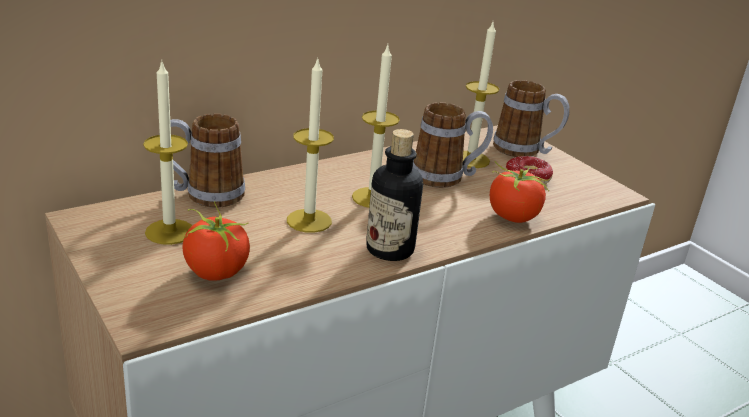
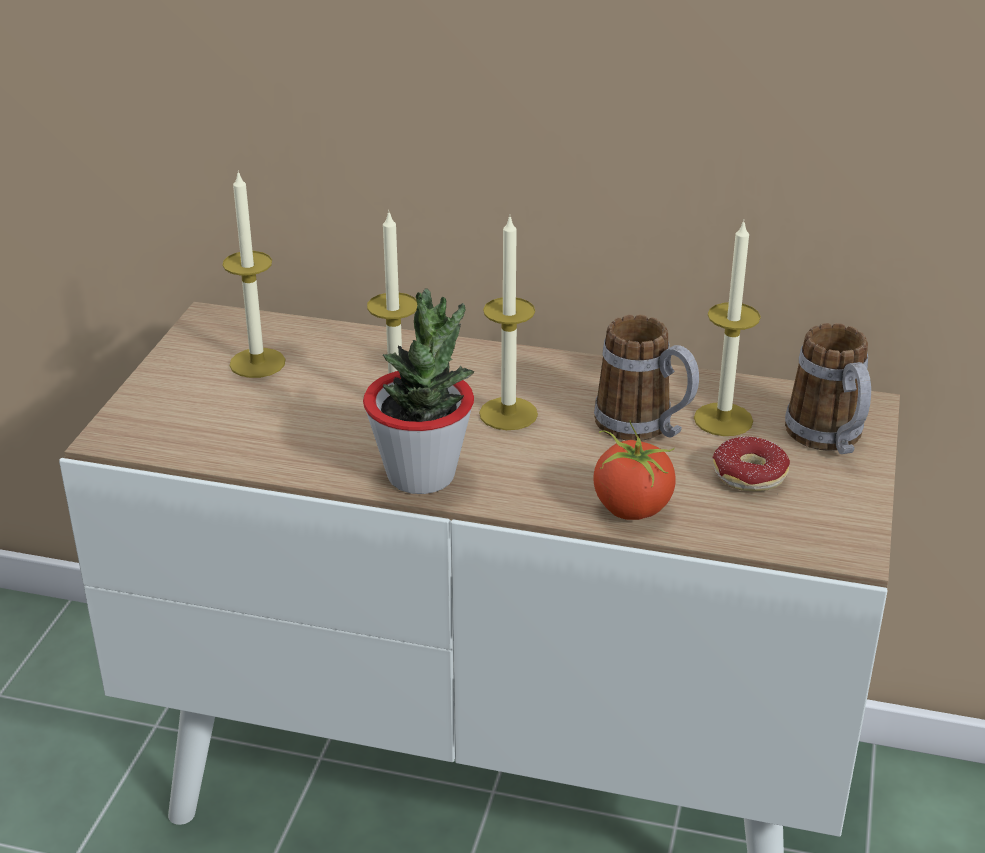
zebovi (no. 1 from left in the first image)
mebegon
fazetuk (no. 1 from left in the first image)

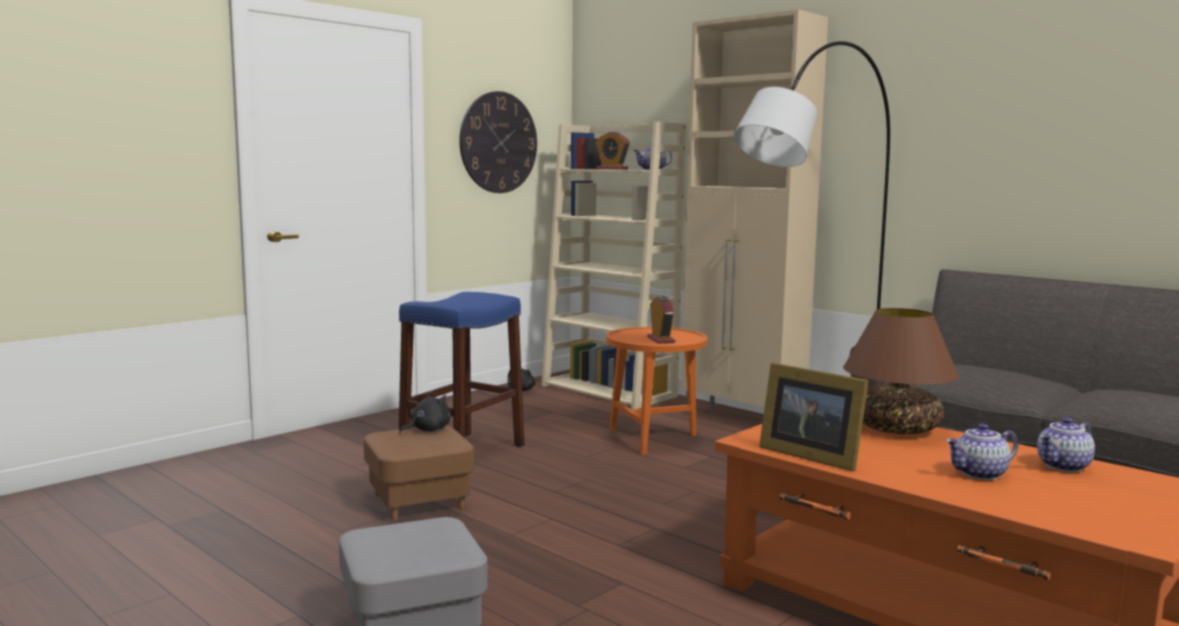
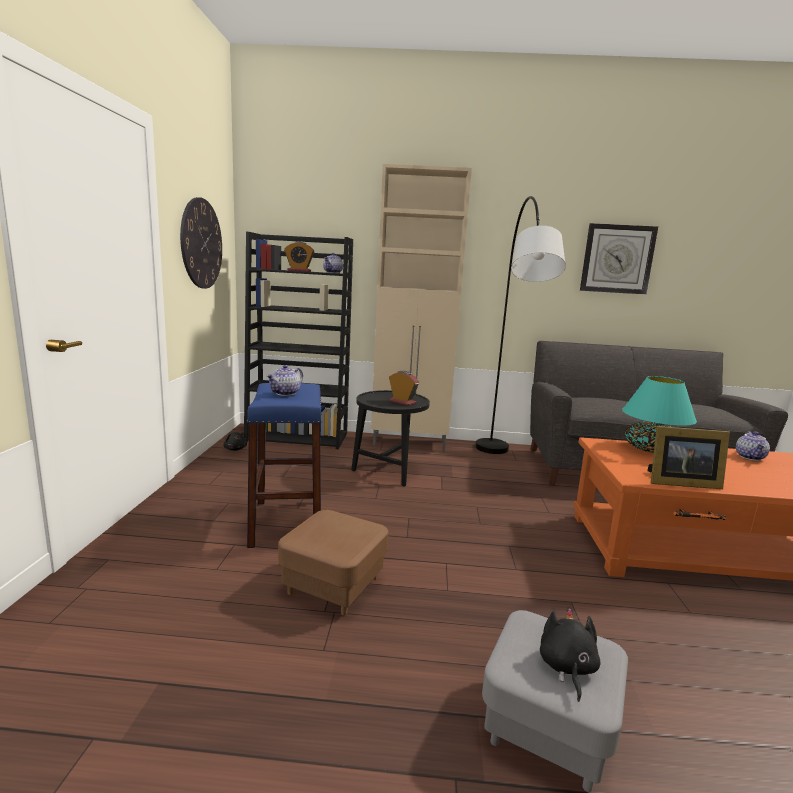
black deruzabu
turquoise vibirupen
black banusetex
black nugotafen (no. 2 from left)
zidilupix (no. 1 from left)
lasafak (no. 2 from left)

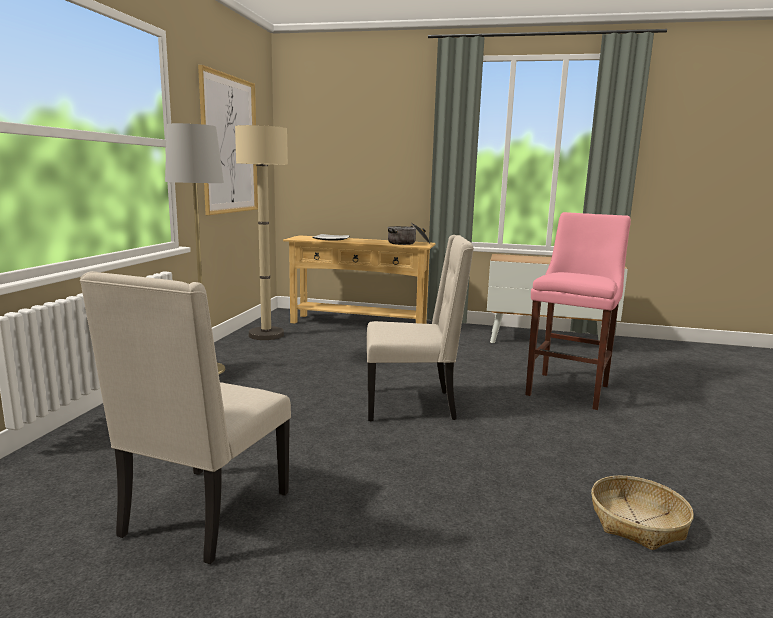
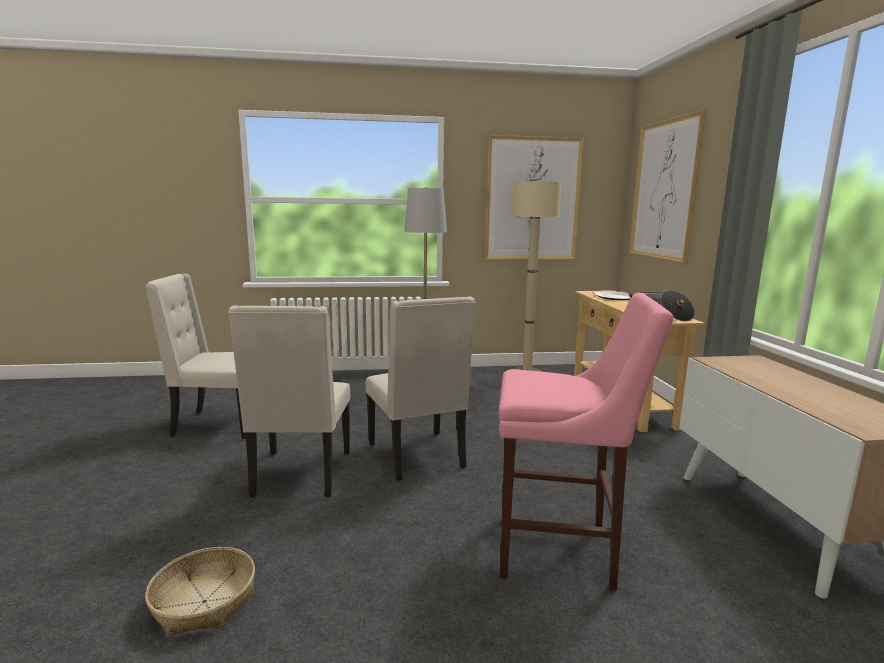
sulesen (no. 2 from left)
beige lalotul (no. 2 from left)

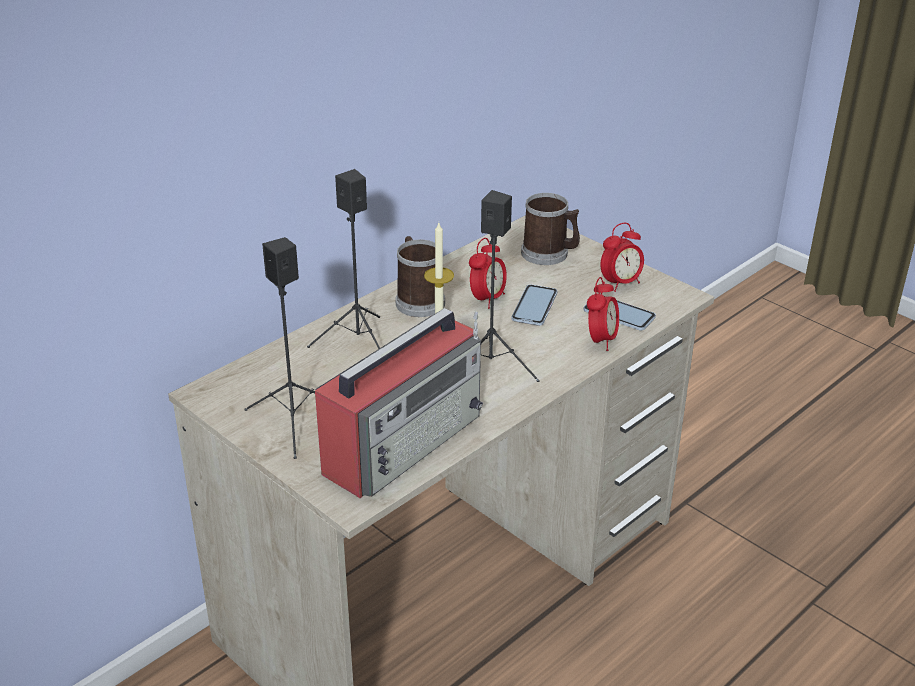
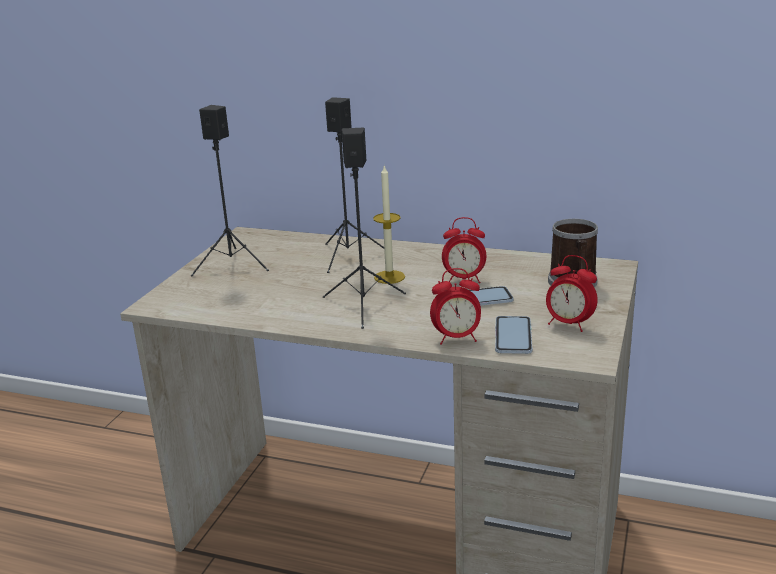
zebovi (no. 1 from left in the first image)
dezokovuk

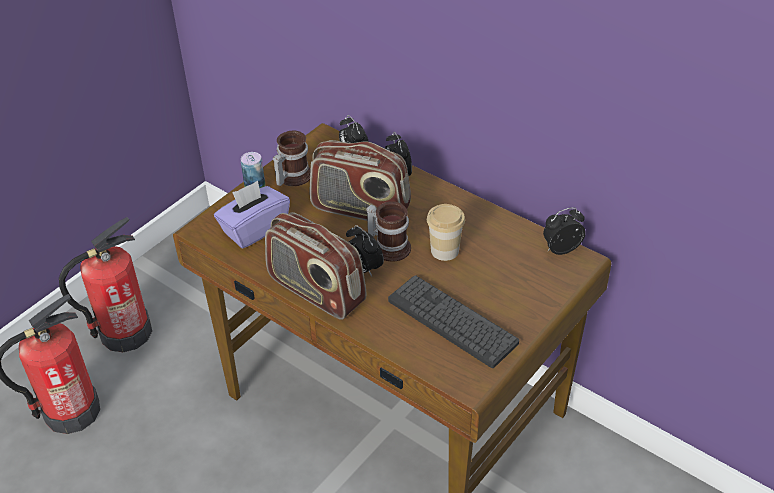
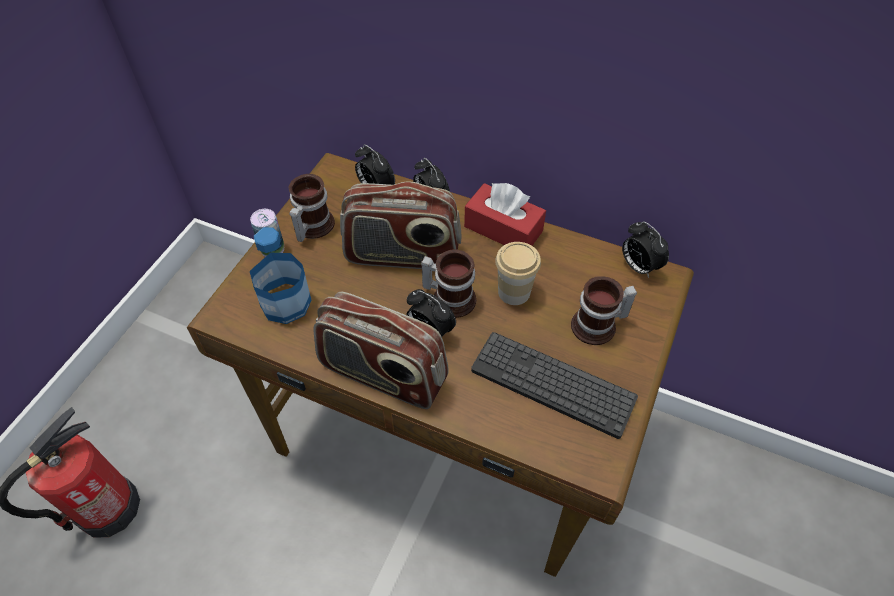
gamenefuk
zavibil (no. 4 from left)
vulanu (no. 2 from left in the first image)
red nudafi
zebovi (no. 3 from left)

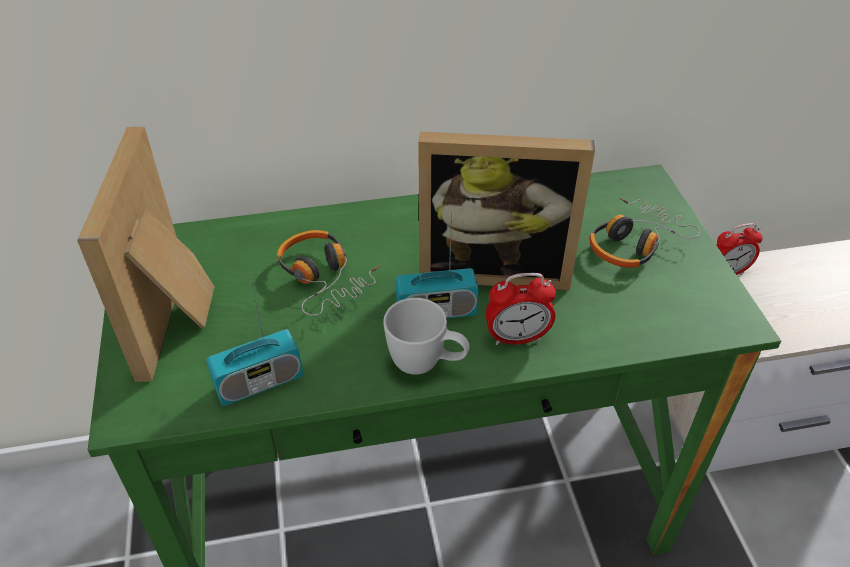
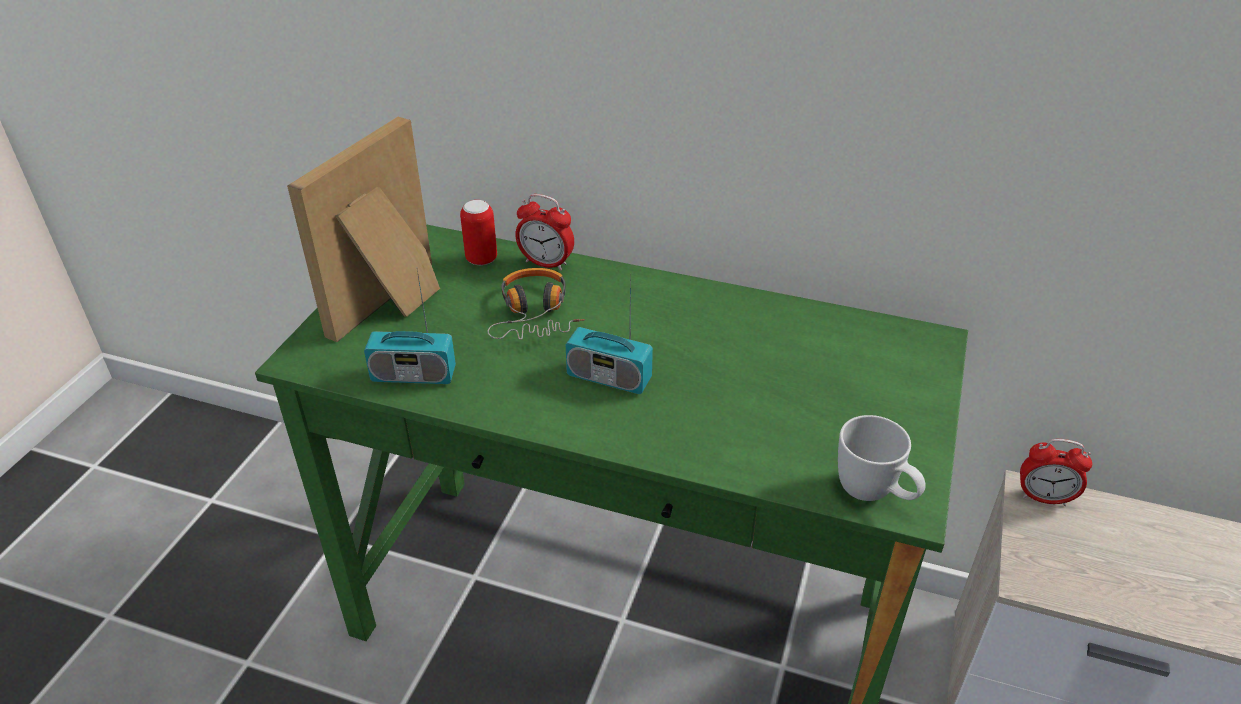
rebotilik (no. 2 from left in the first image)
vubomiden (no. 2 from left in the first image)
zavibil (no. 1 from left)
white zebovi
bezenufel

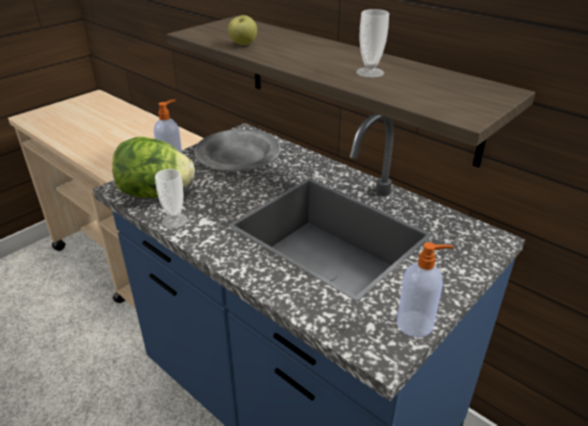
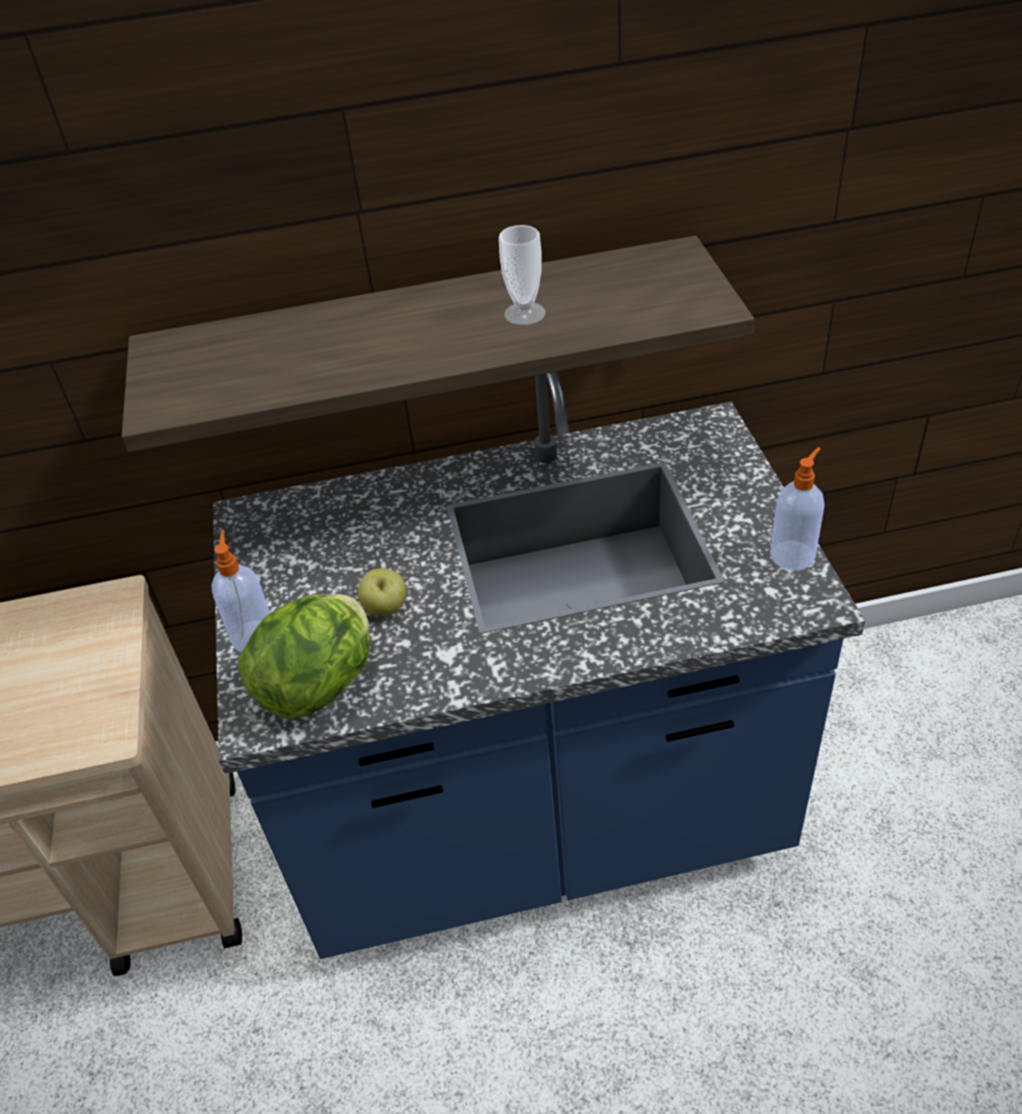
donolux
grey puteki
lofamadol (no. 1 from left in the first image)

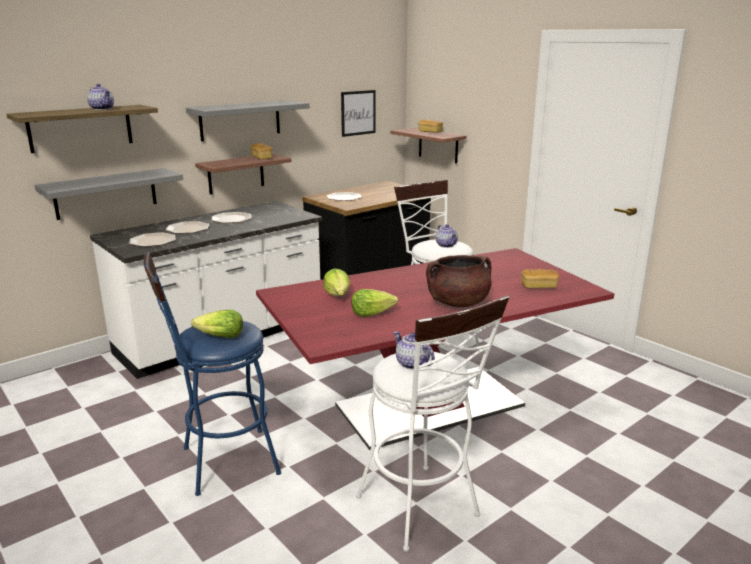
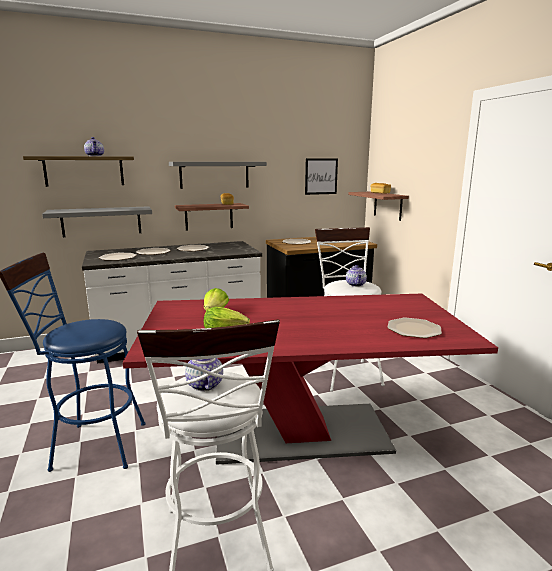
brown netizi
puteki (no. 5 from left)
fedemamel (no. 1 from left in the first image)

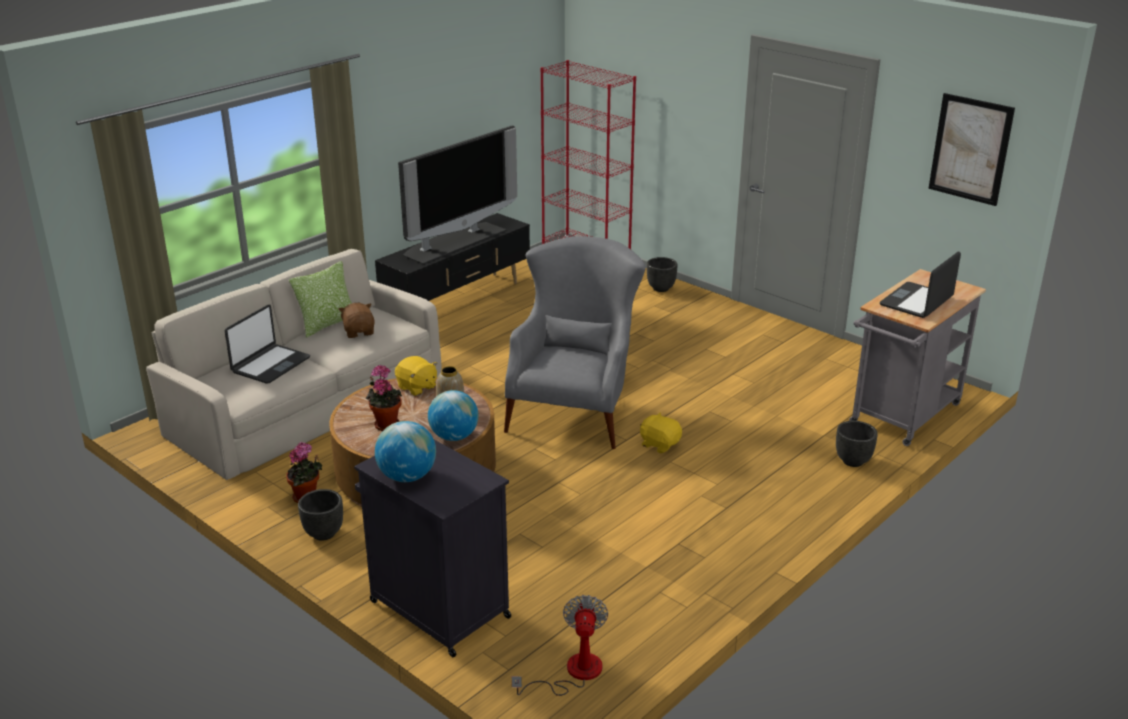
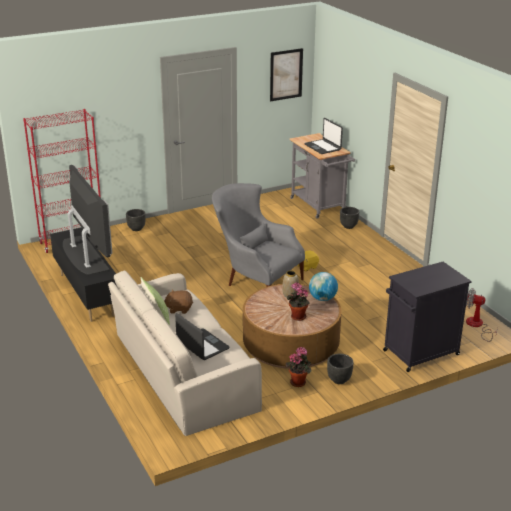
yellow nugotafen (no. 1 from left in the first image)
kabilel (no. 1 from left in the first image)

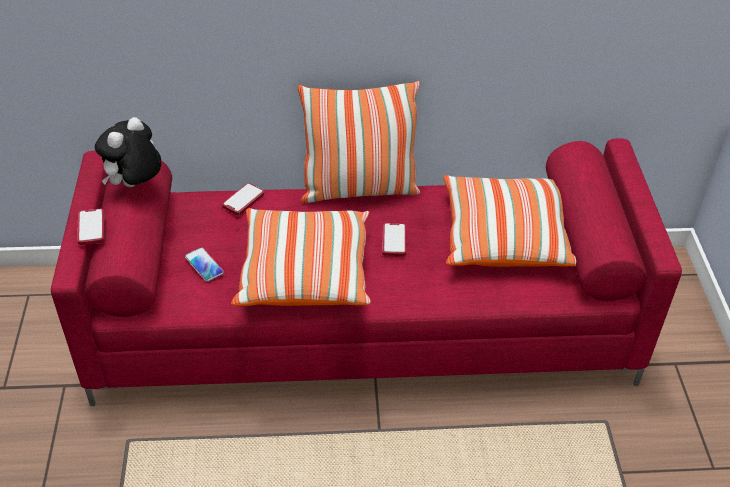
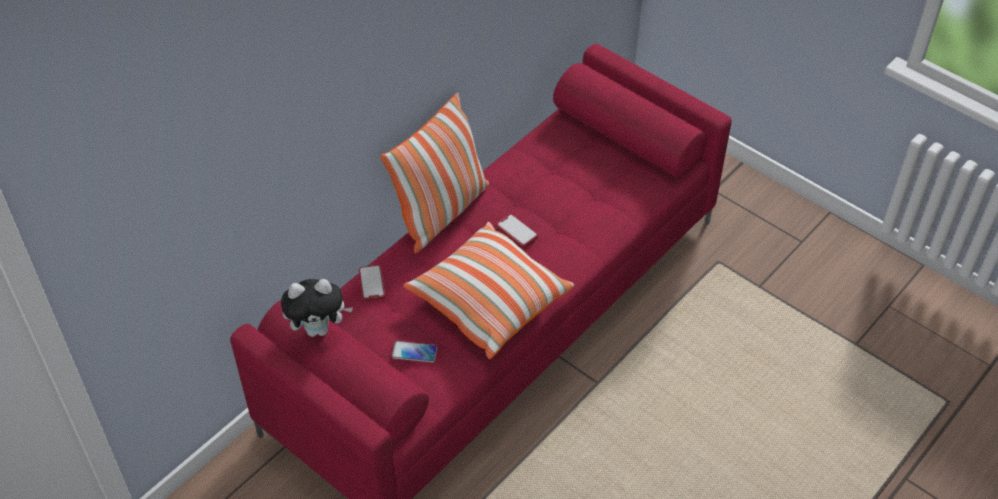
nugotafen
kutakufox (no. 3 from left in the first image)
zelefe (no. 1 from left in the first image)

